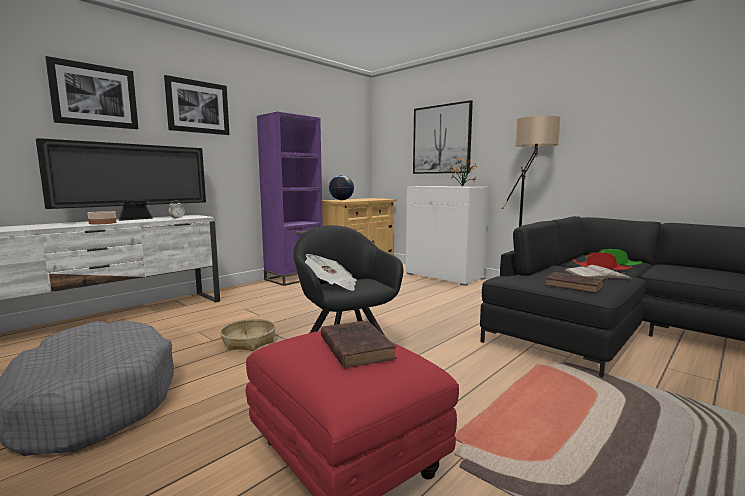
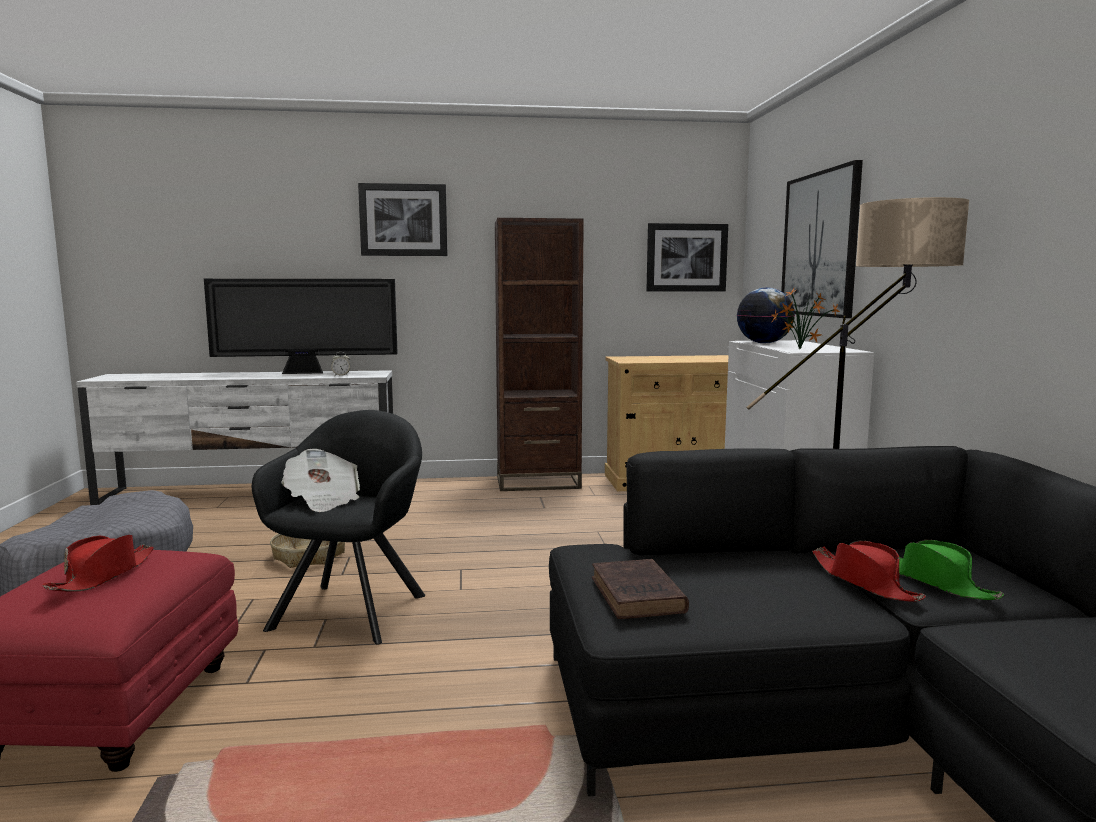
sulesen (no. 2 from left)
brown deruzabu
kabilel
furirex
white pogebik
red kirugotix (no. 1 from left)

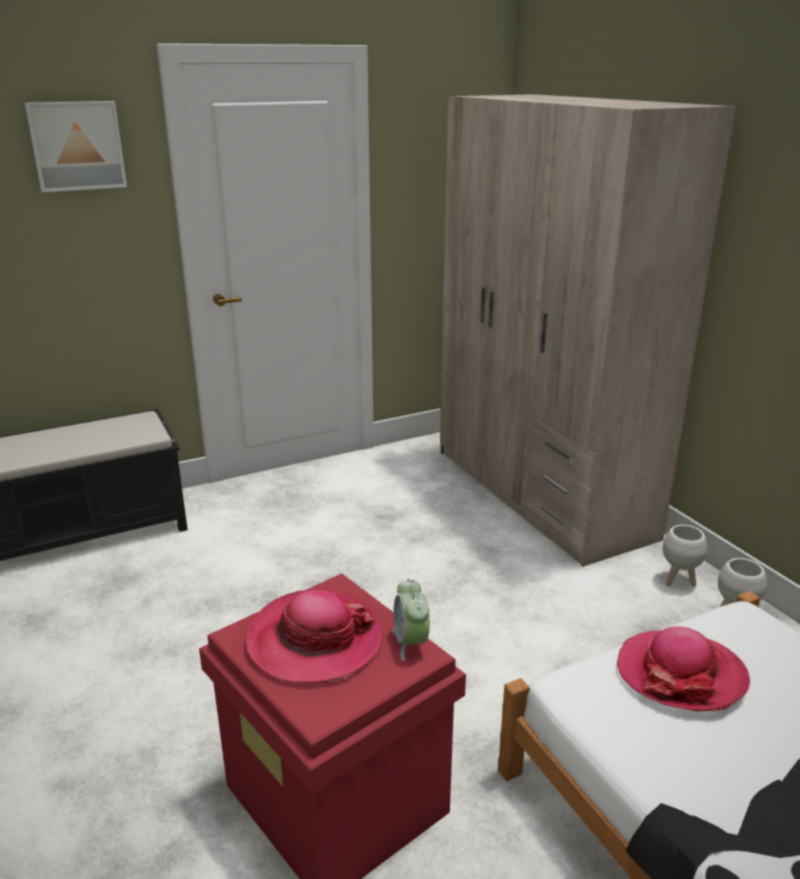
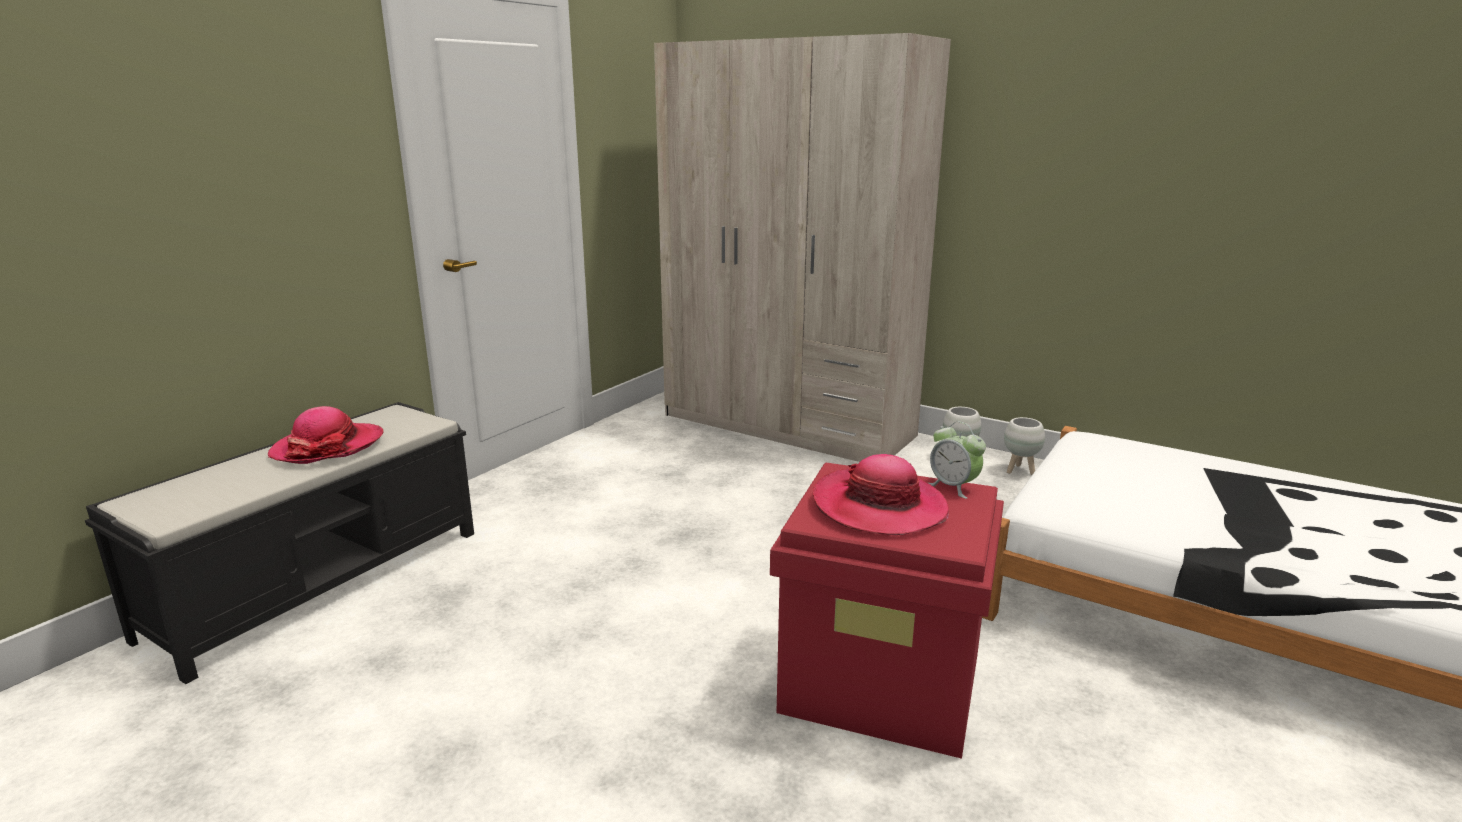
sulesen
kirugotix (no. 1 from left)

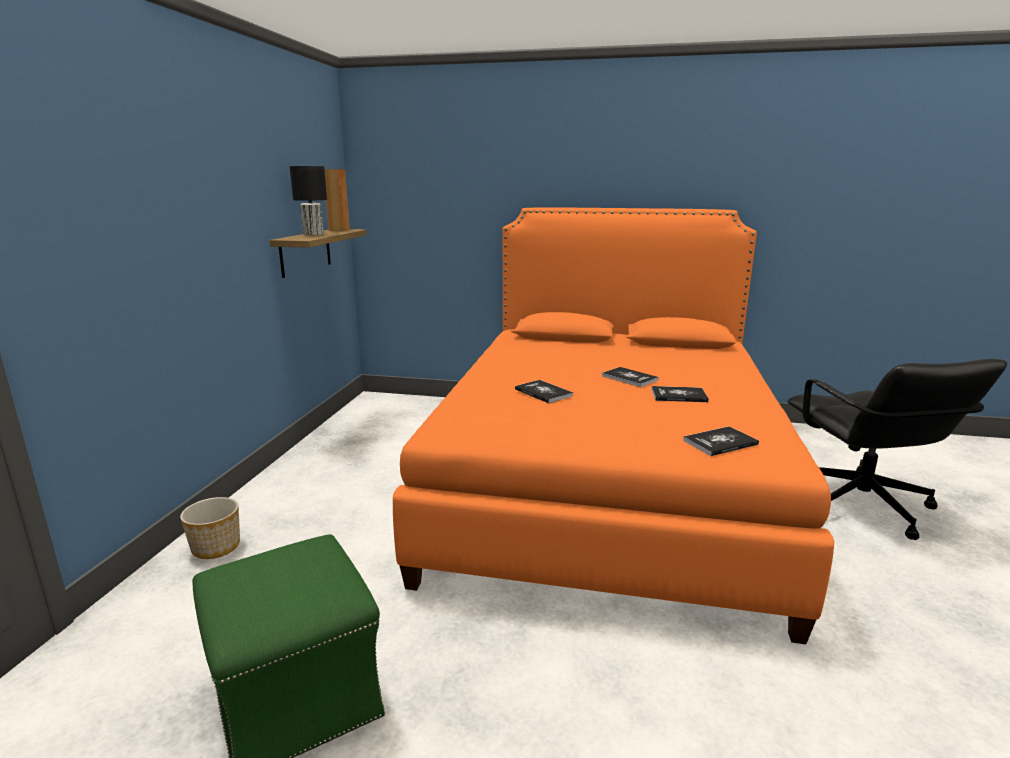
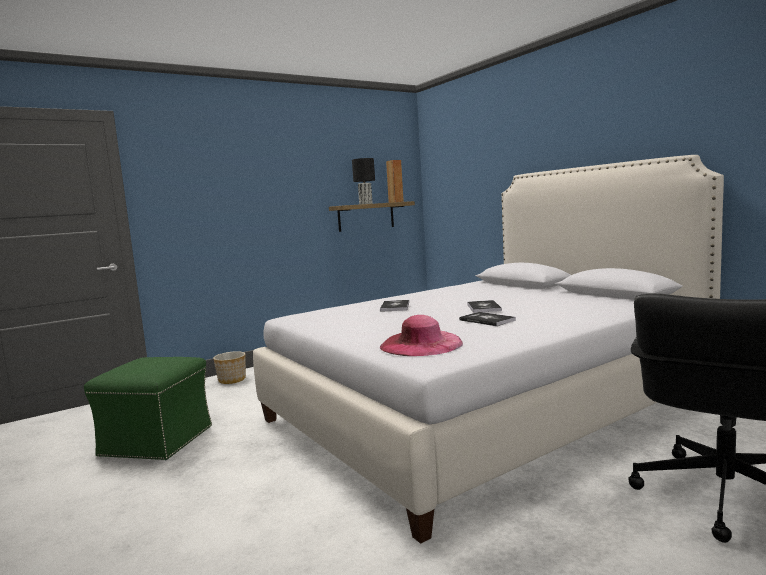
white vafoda
pink kirugotix

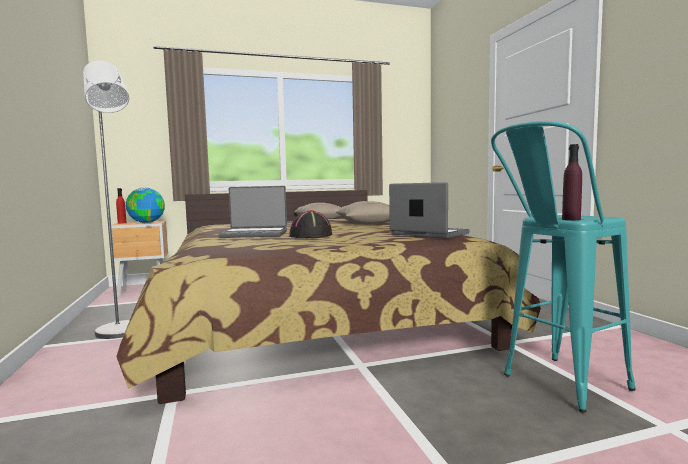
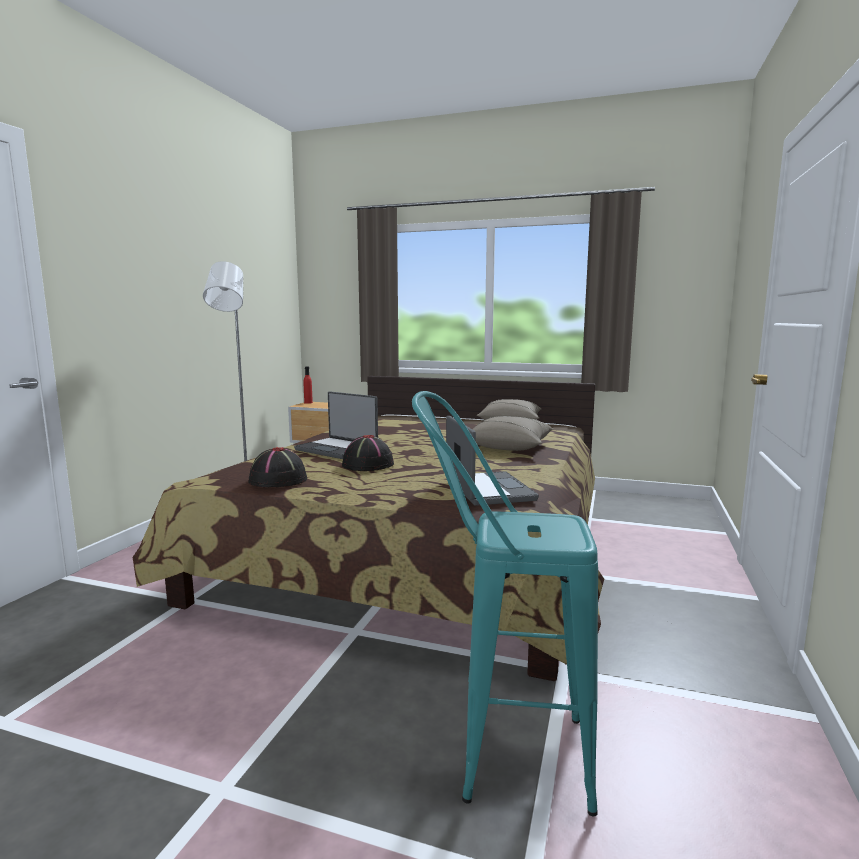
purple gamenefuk
kabilel
black kirugotix (no. 1 from left)

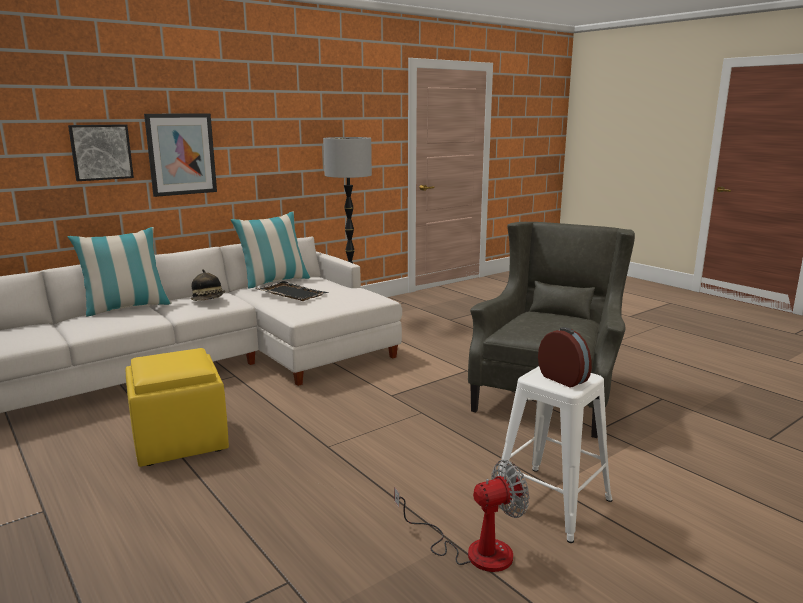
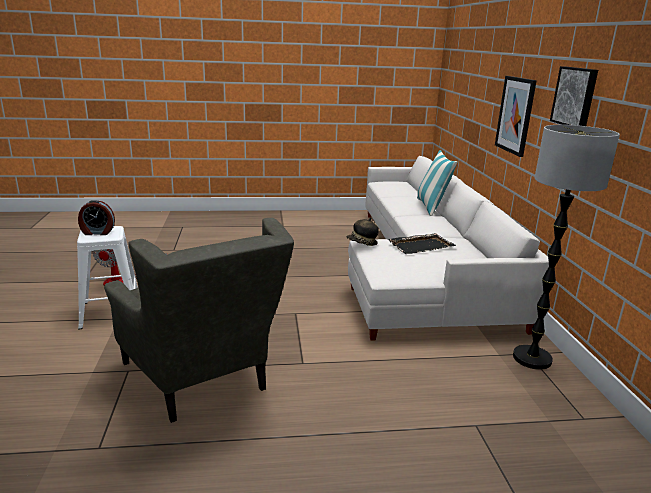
sulesen (no. 2 from left)
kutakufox (no. 2 from left in the first image)
kirugotix
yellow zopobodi

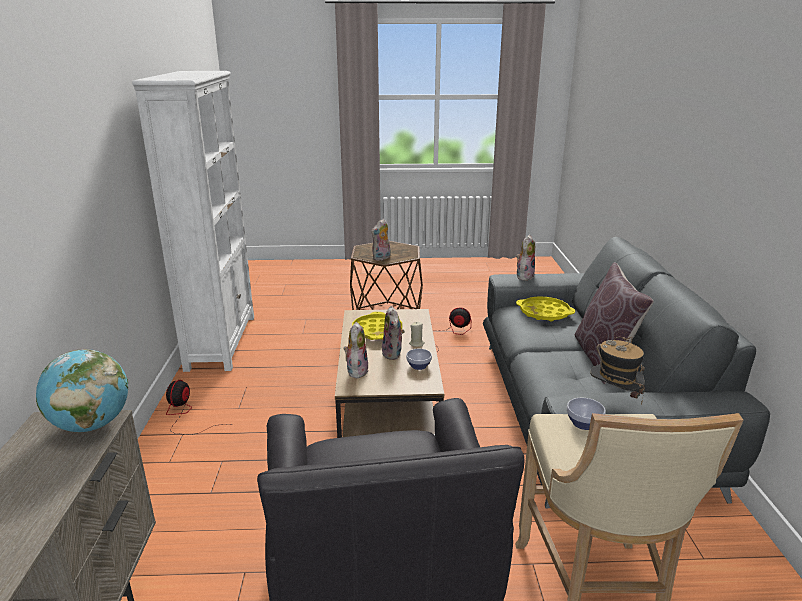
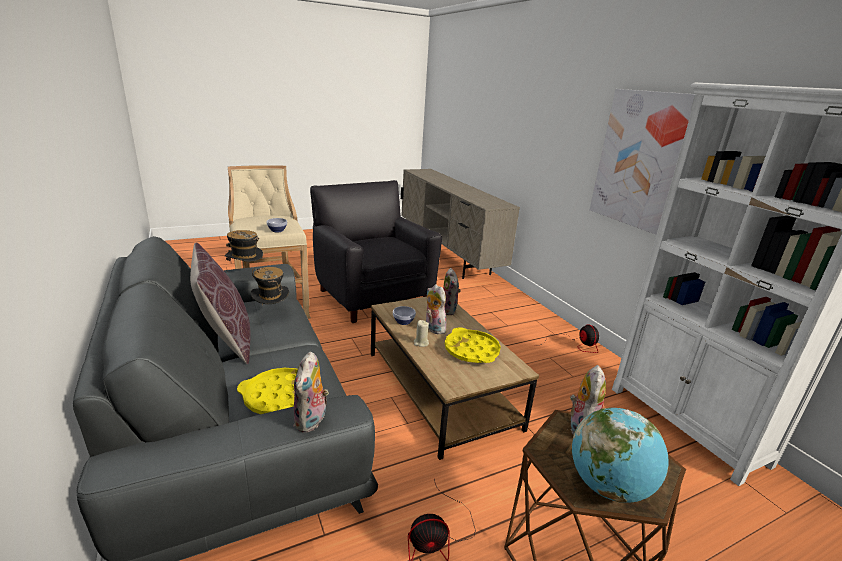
kabilel
sulesen
kirugotix (no. 2 from left)

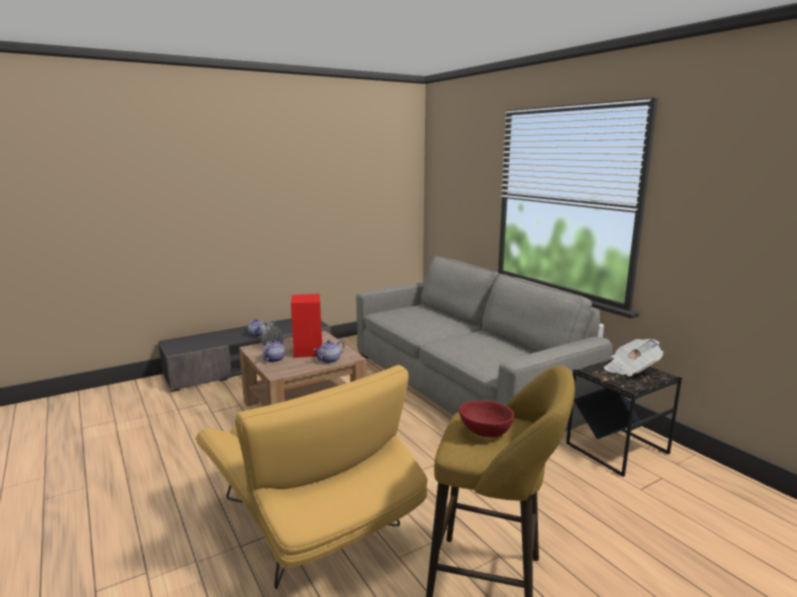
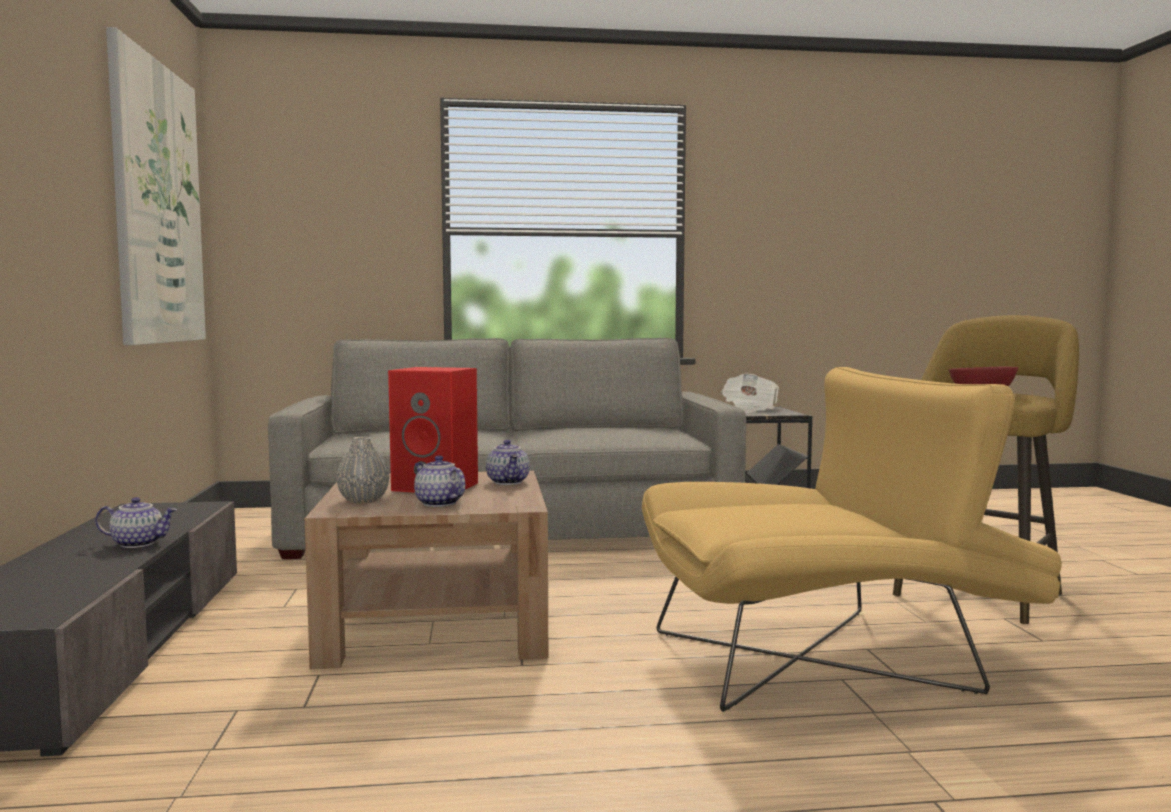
sulesen

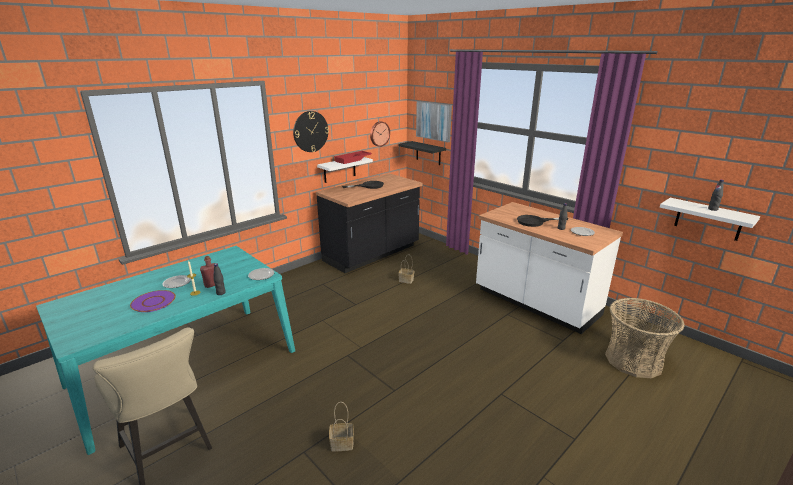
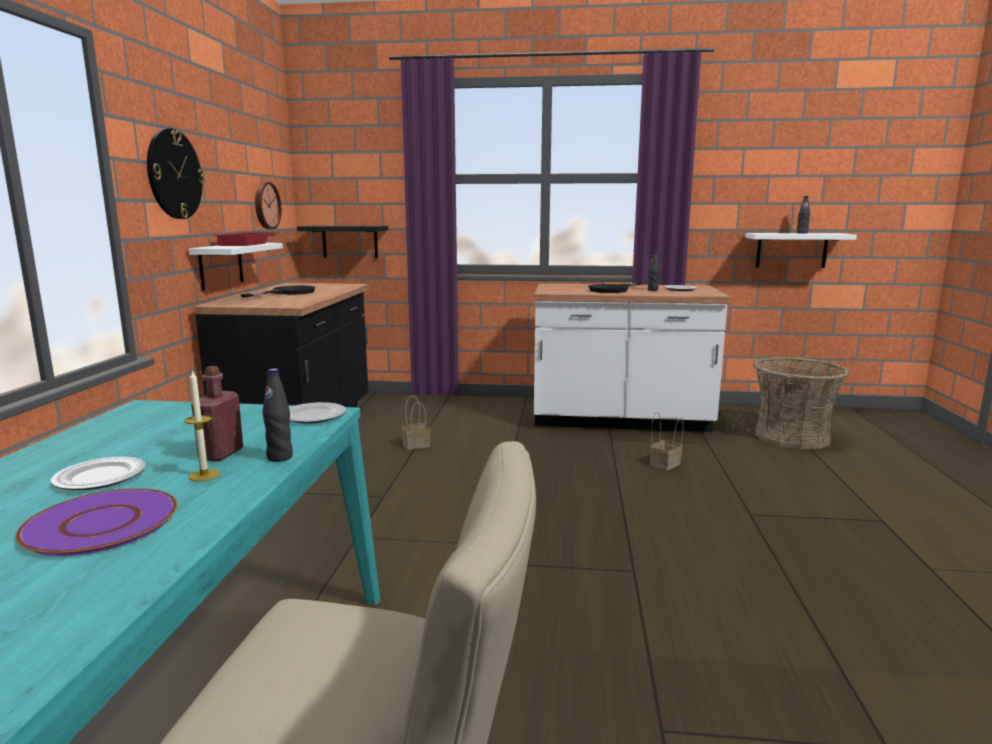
sulesen
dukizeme (no. 2 from left)

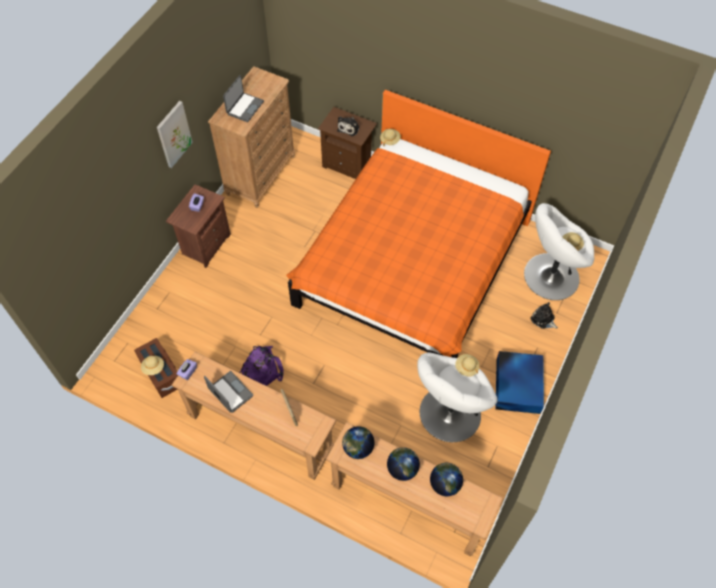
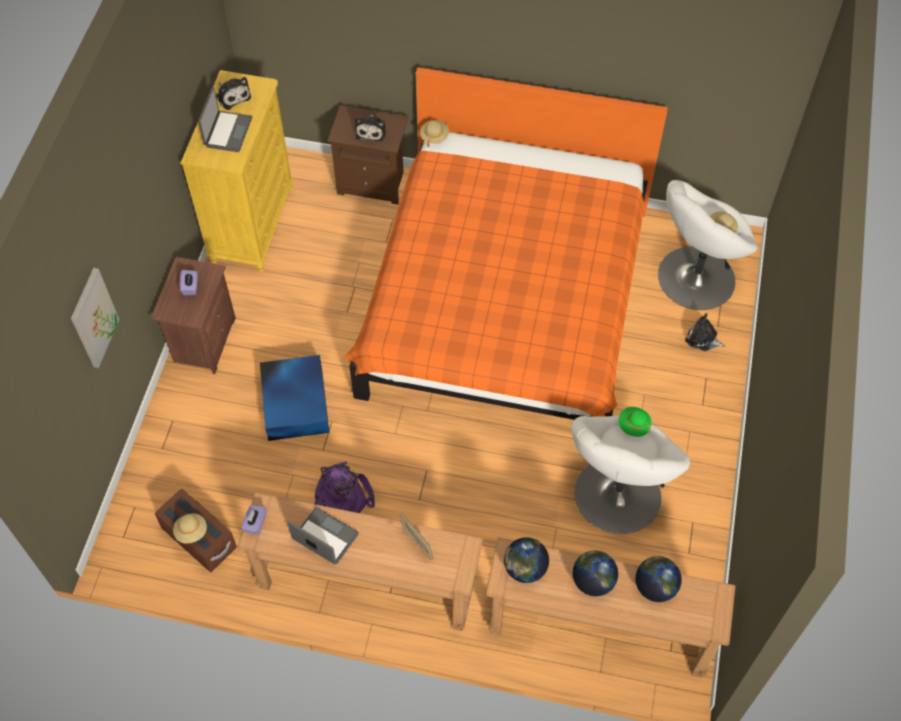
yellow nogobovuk
sulesen
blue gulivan
green kirugotix
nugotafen (no. 1 from left)

